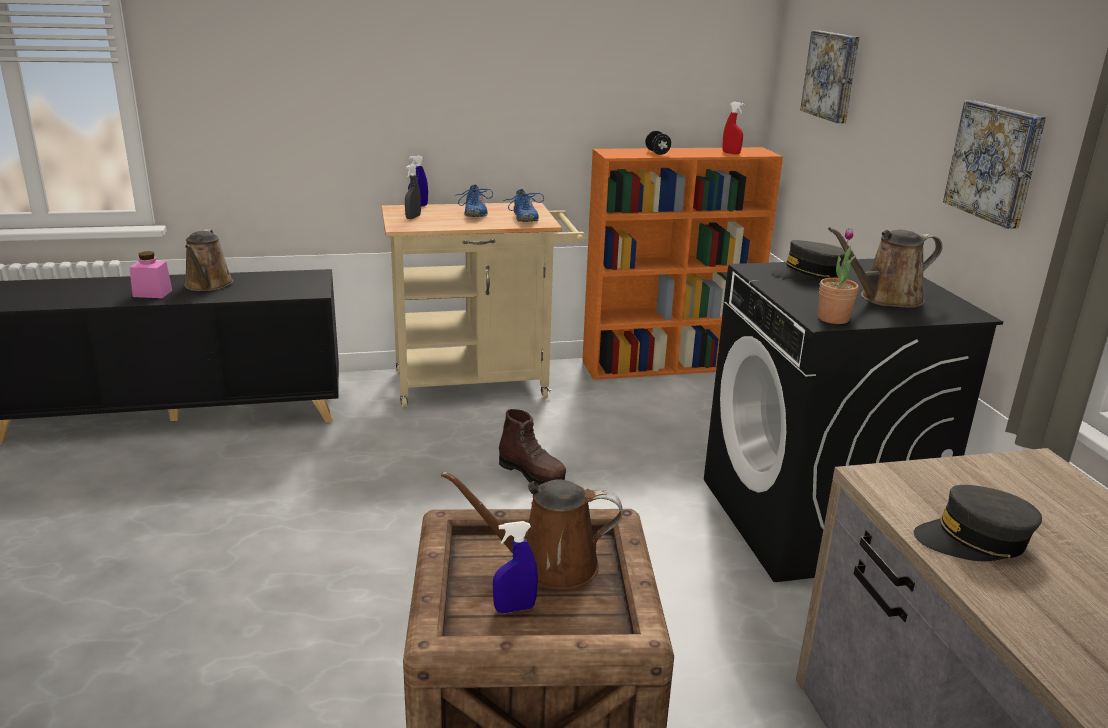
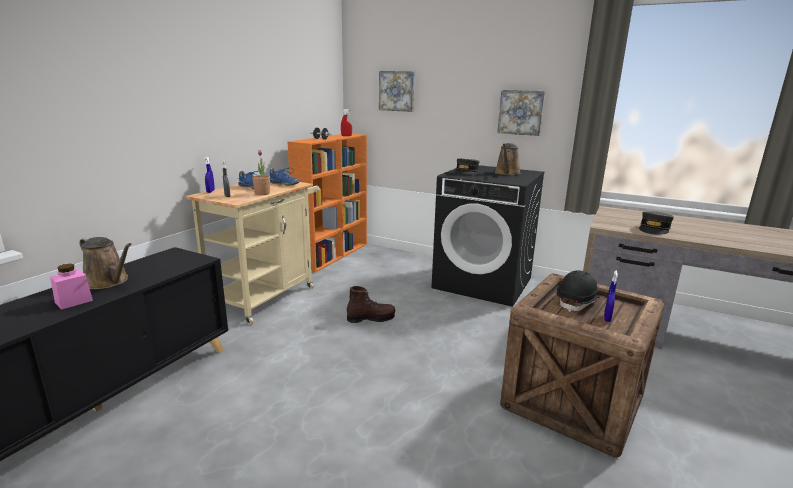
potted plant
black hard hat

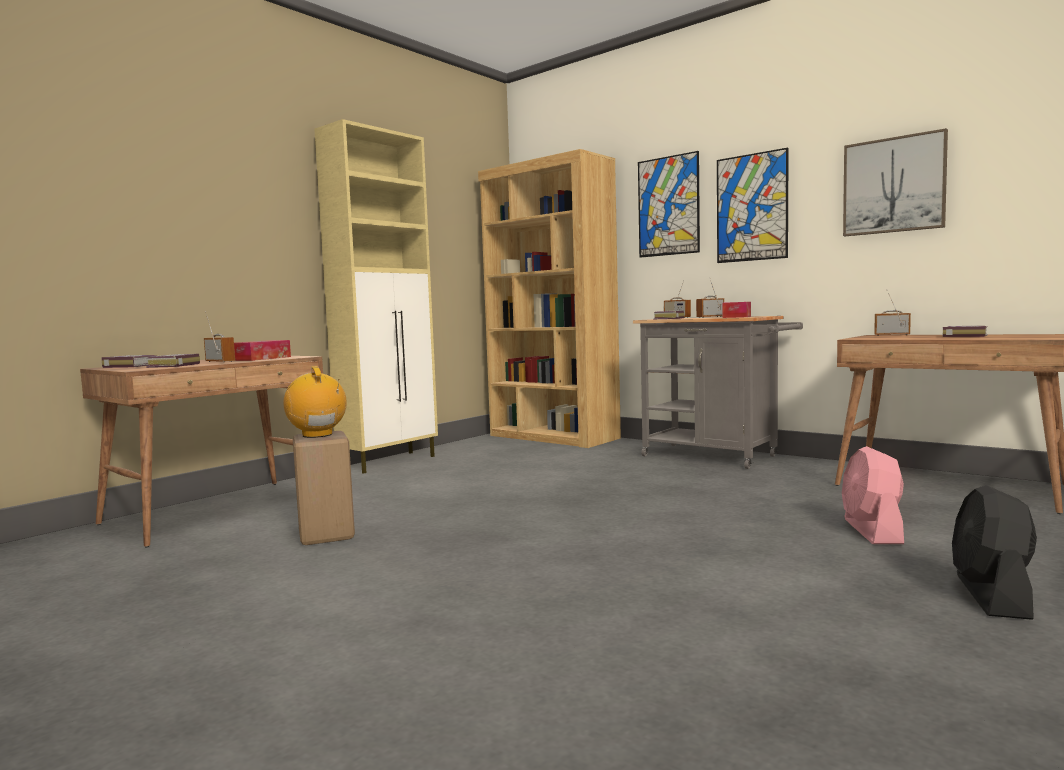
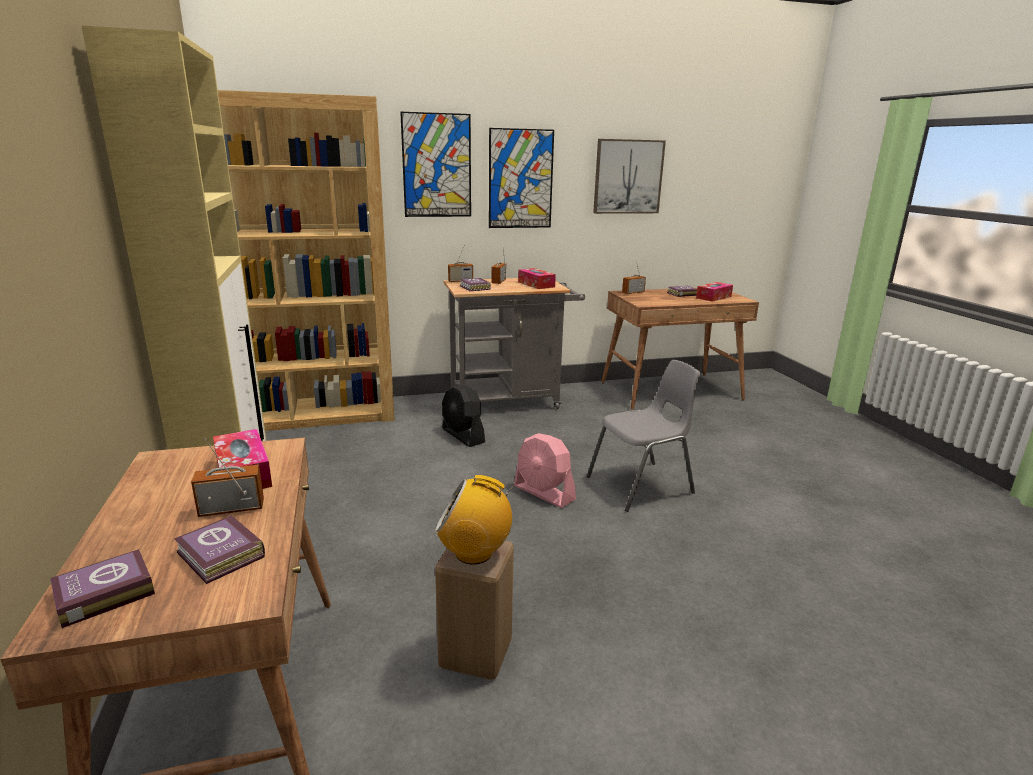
grey chair
tissue box (no. 3 from left)
pink fan
black fan

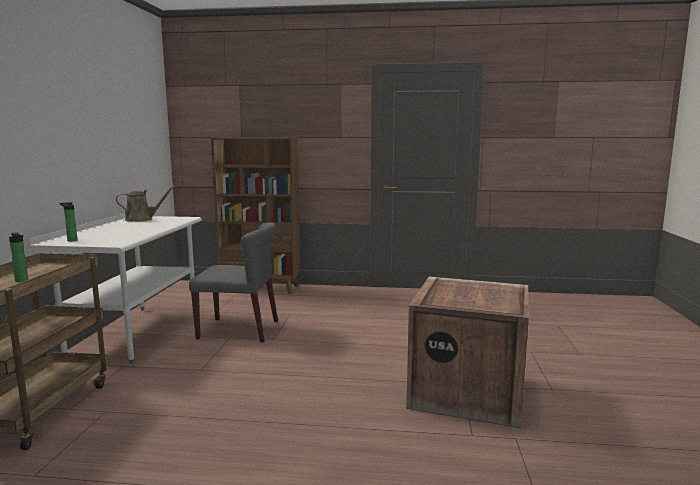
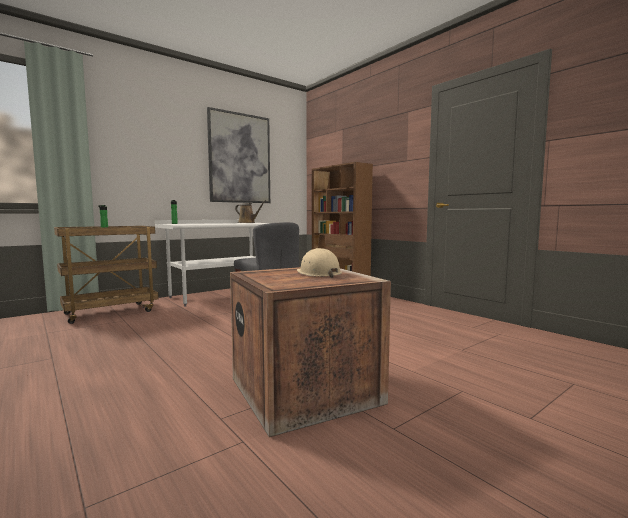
picture
beige hard hat

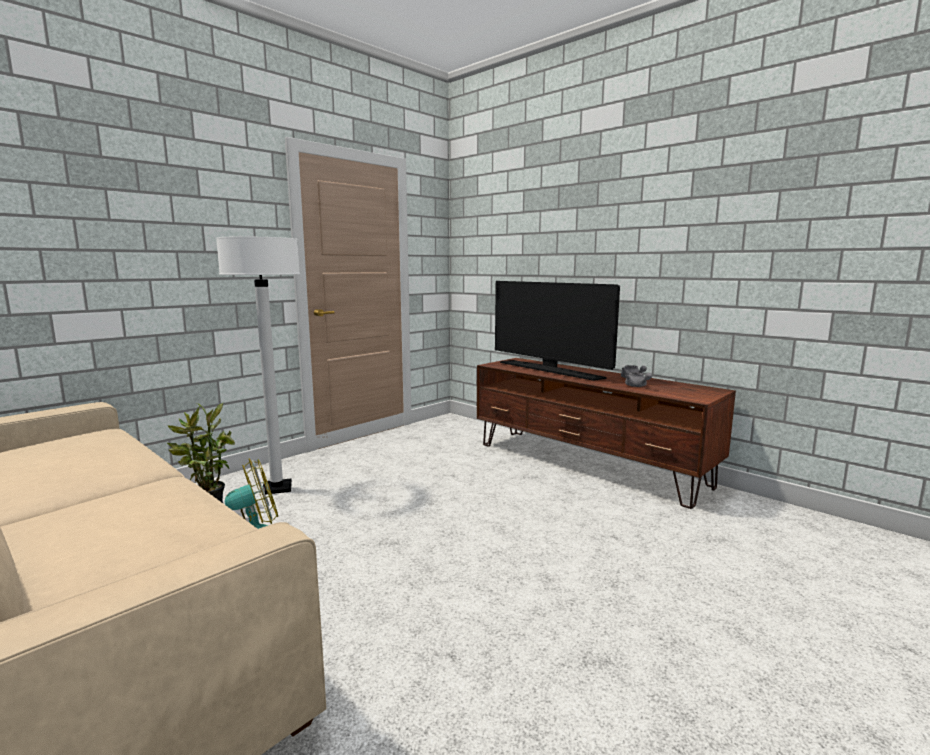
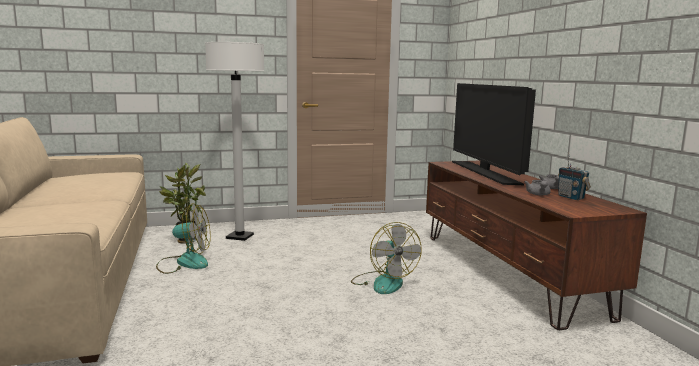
fan (no. 2 from left)
radio

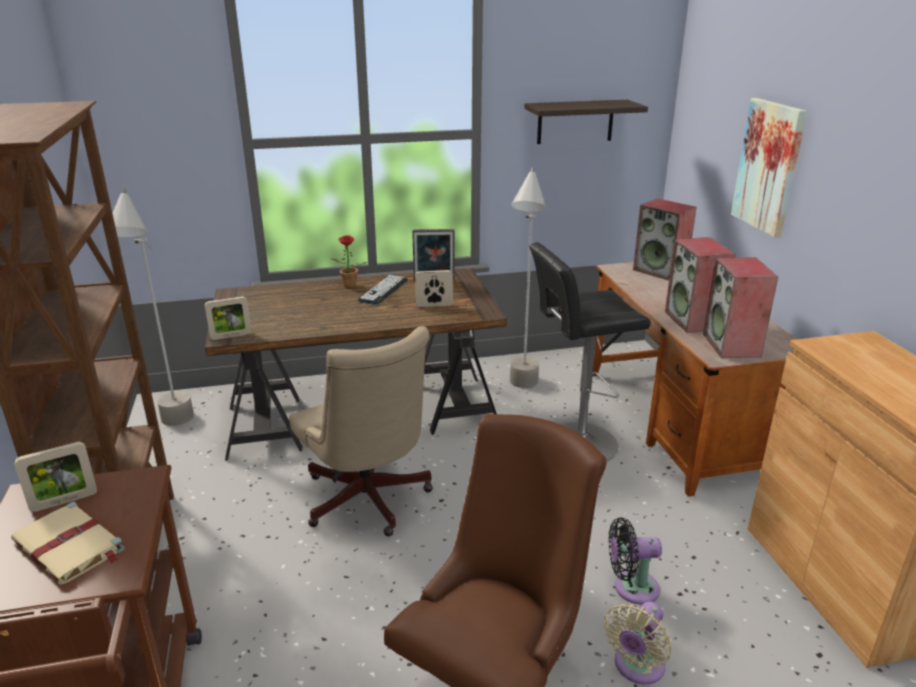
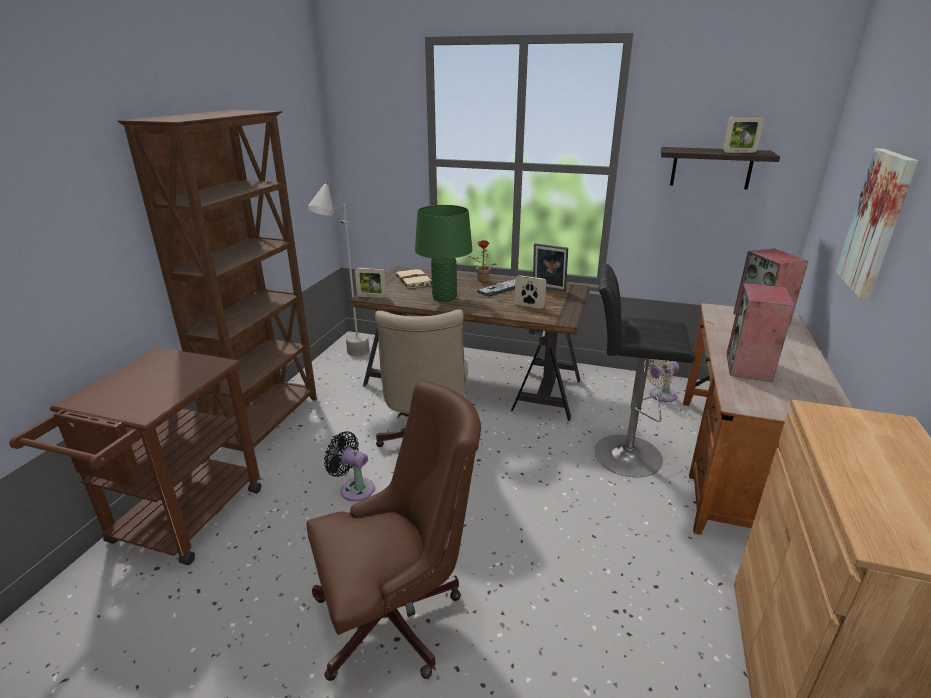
grey floor lamp (no. 2 from left in the first image)
speaker (no. 3 from left in the first image)
green table lamp
beige book
picture frame (no. 4 from left)
beige fan
black fan

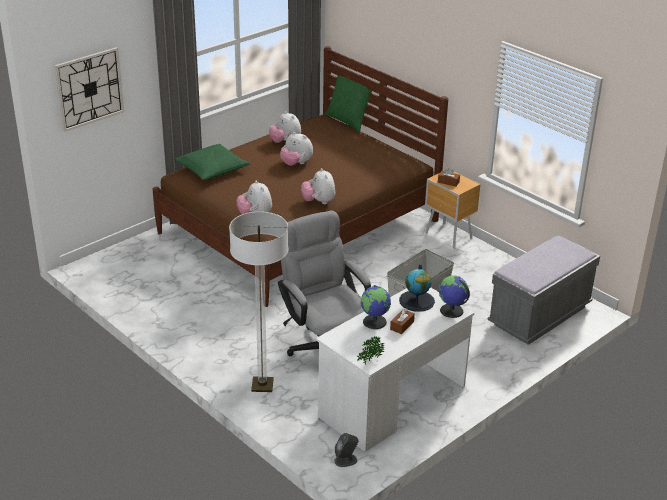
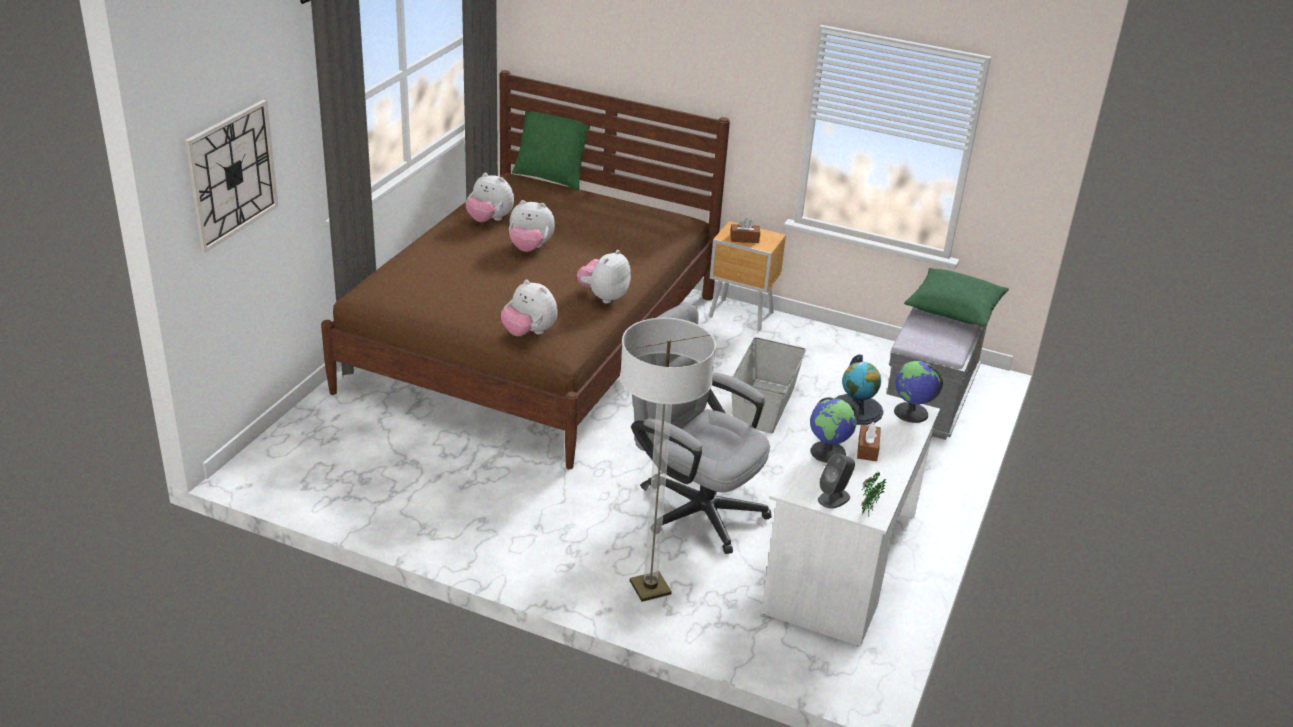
green pillow (no. 2 from left)
grey speaker
plush toy (no. 4 from left)

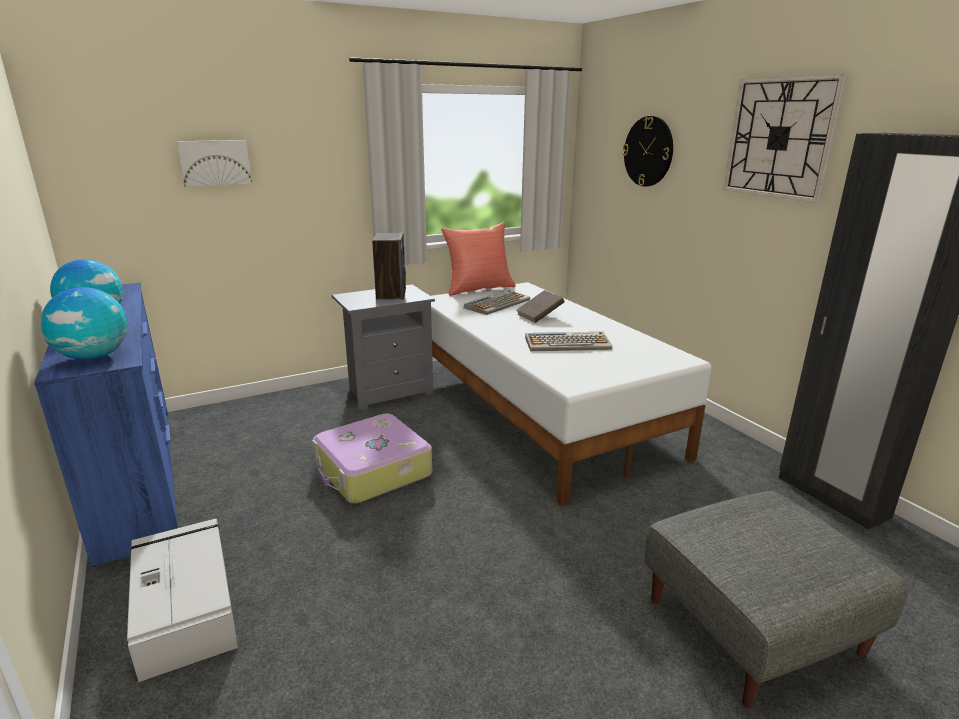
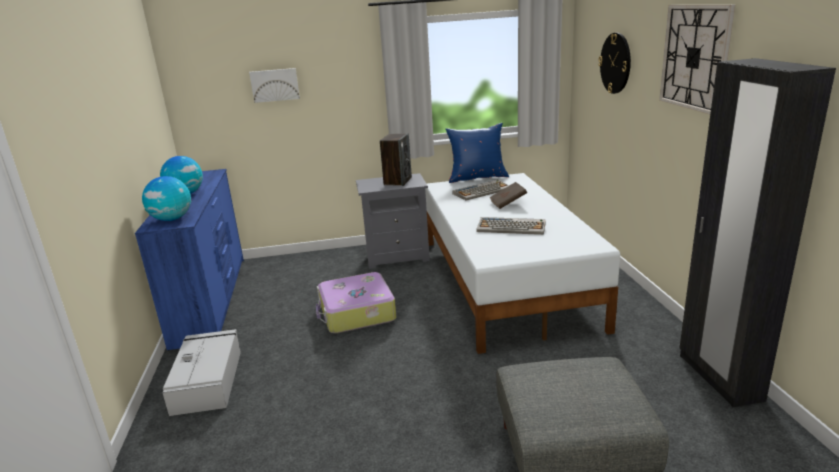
blue pillow

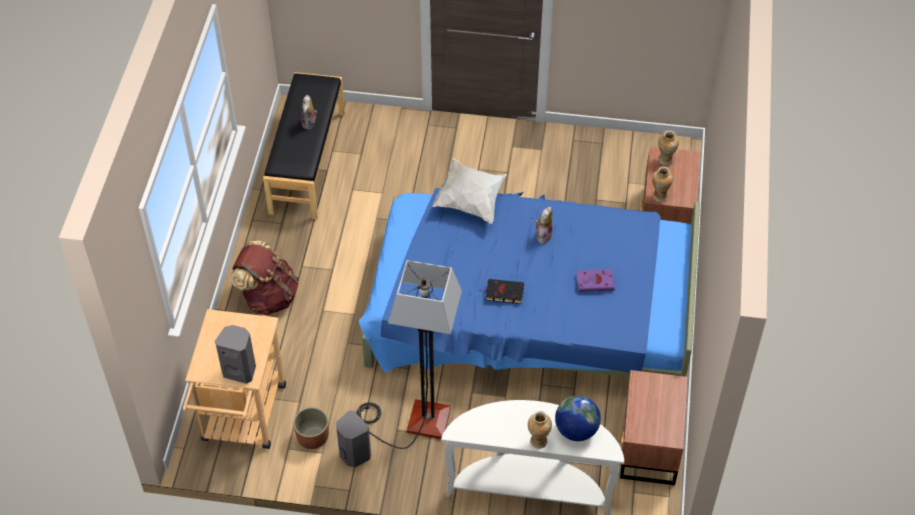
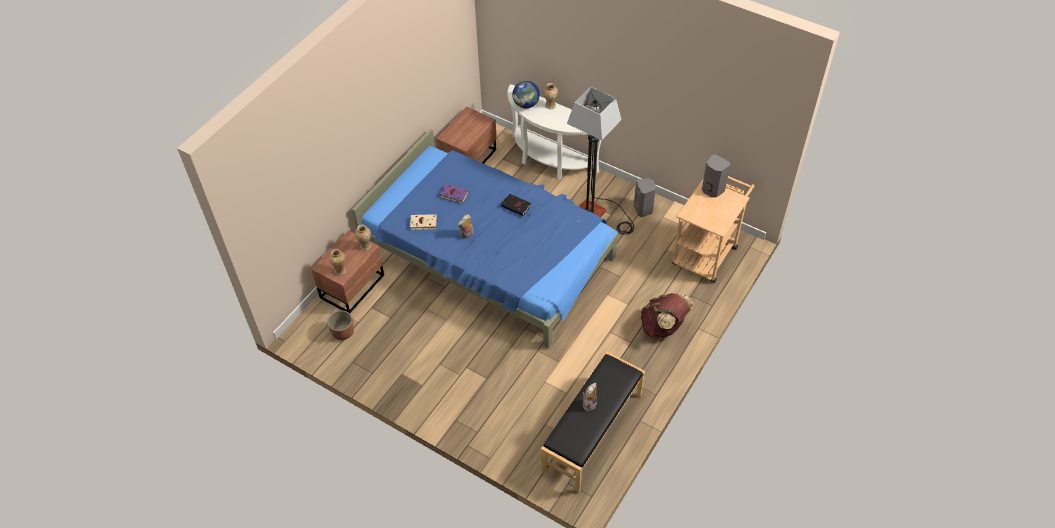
white pillow
beige book
planter

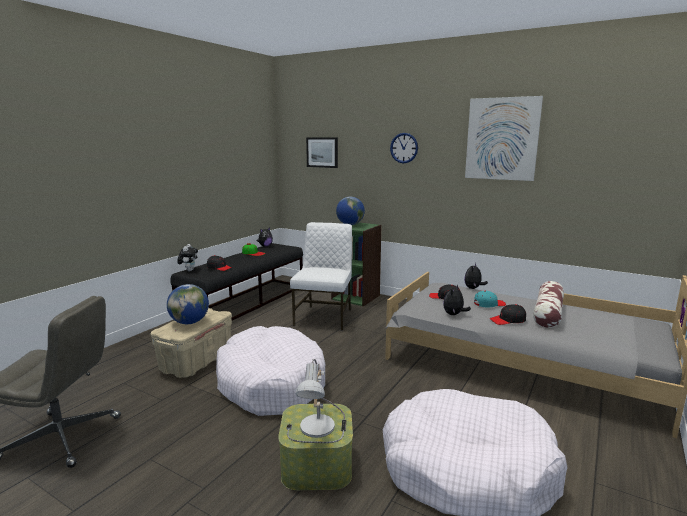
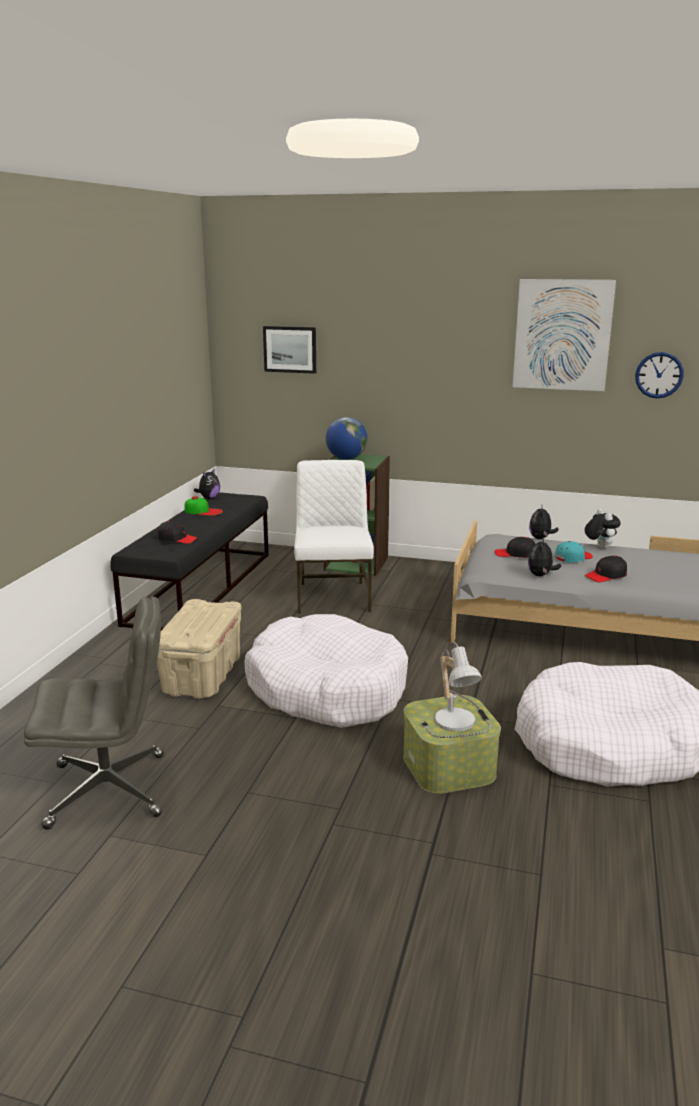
globe (no. 1 from left in the first image)
pillow
plush toy (no. 4 from left)
wall clock

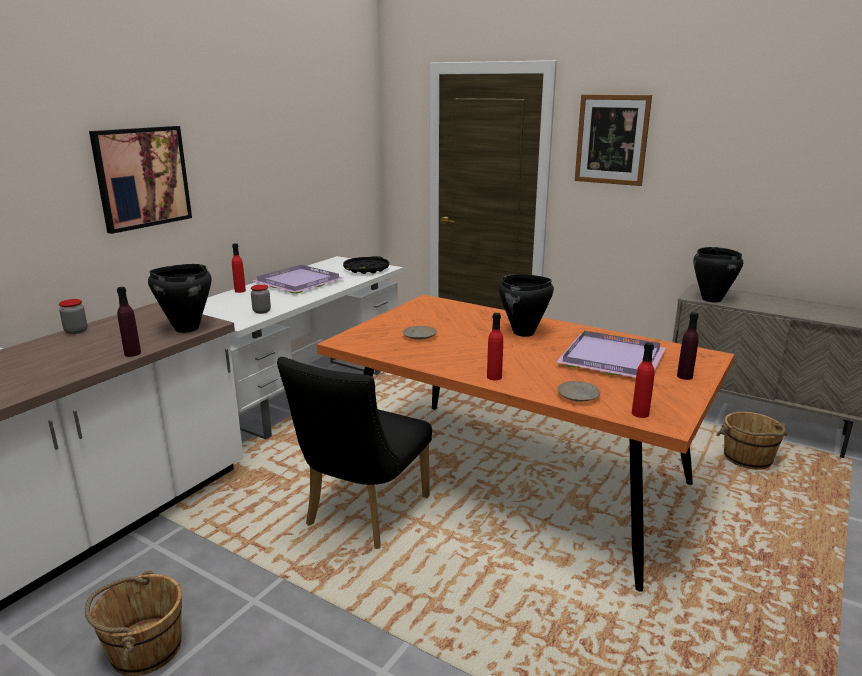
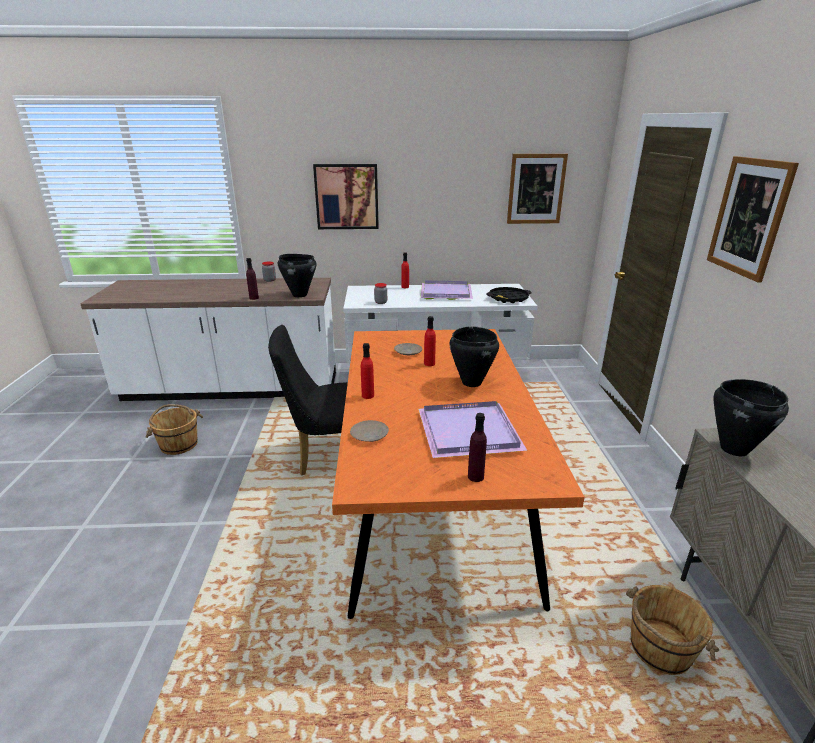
picture (no. 2 from left)
red bottle (no. 3 from left)

